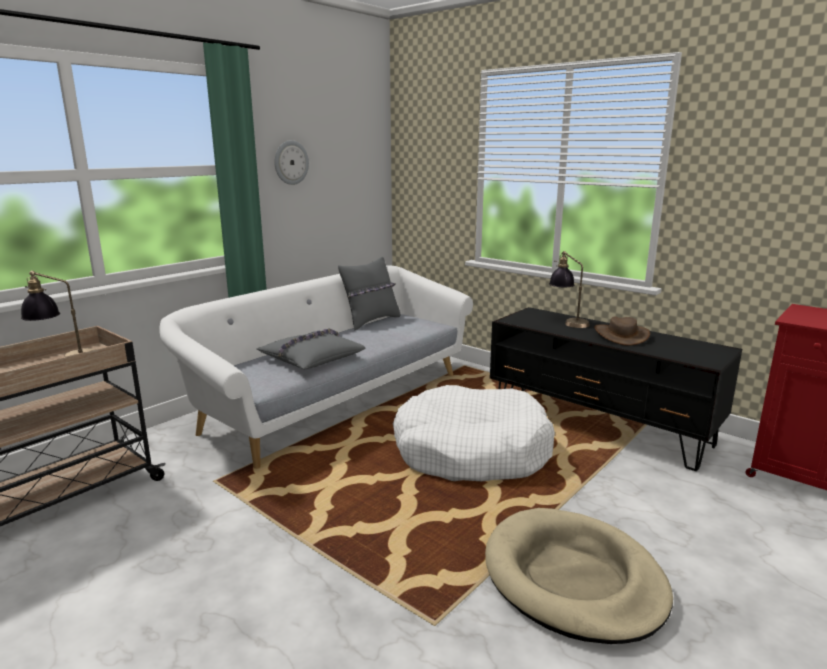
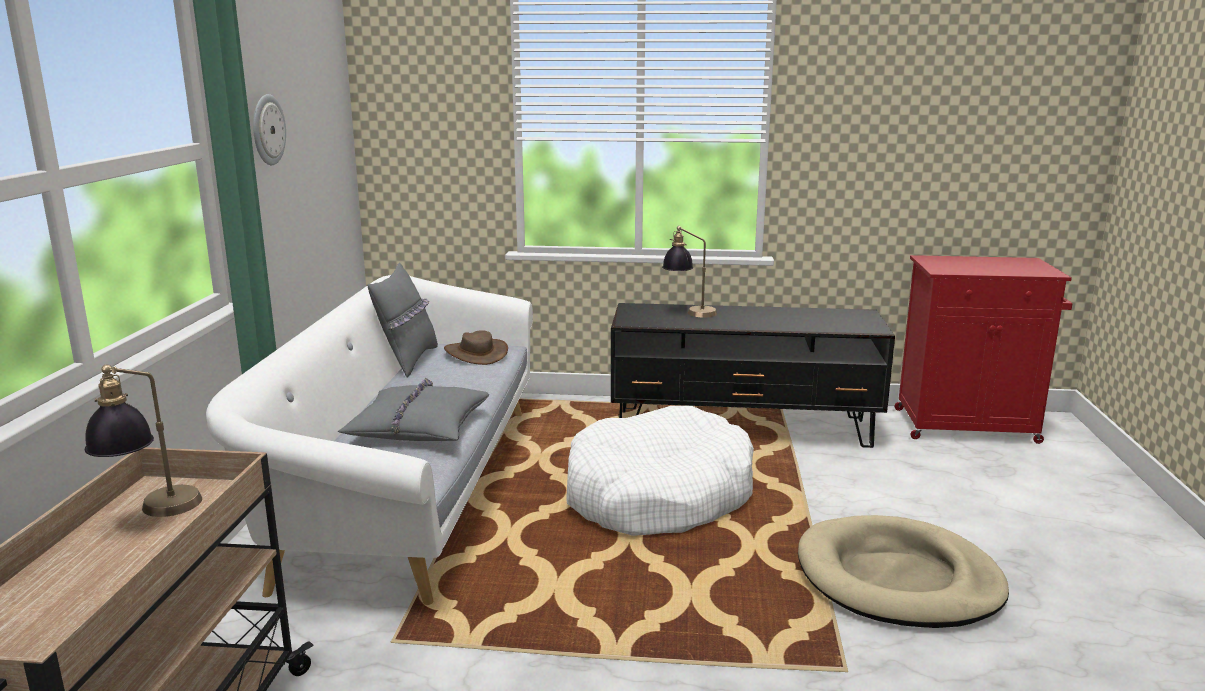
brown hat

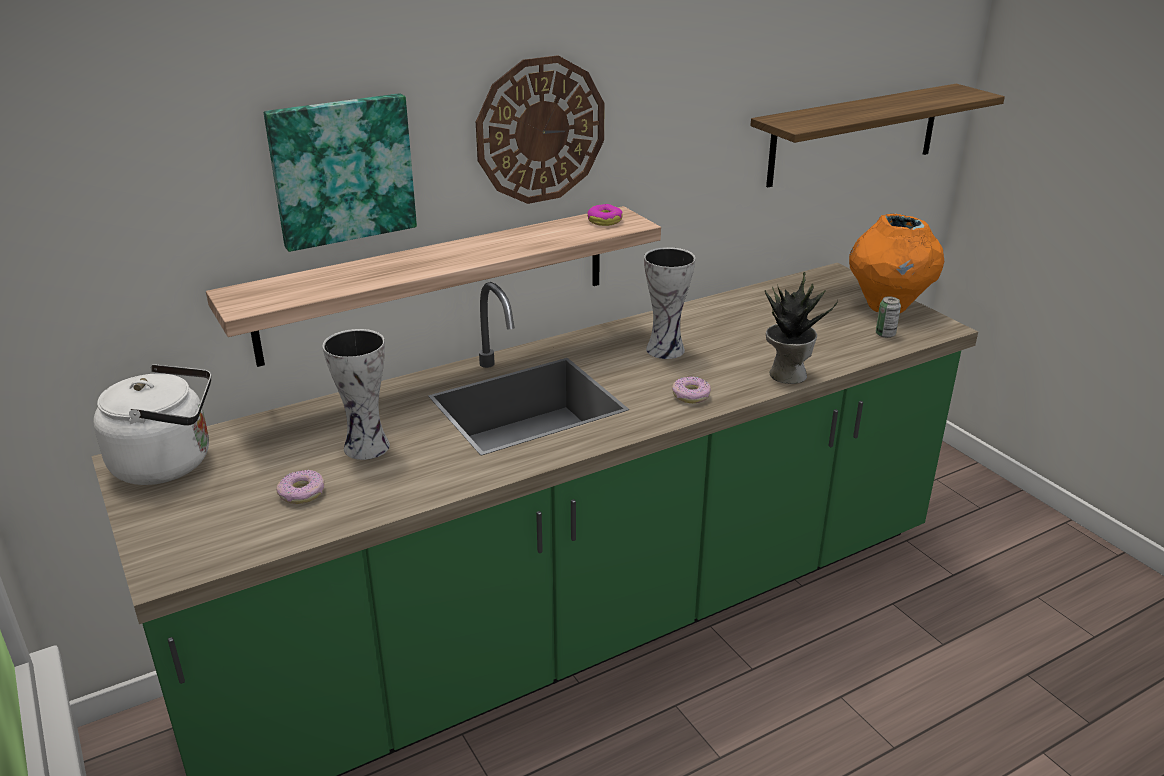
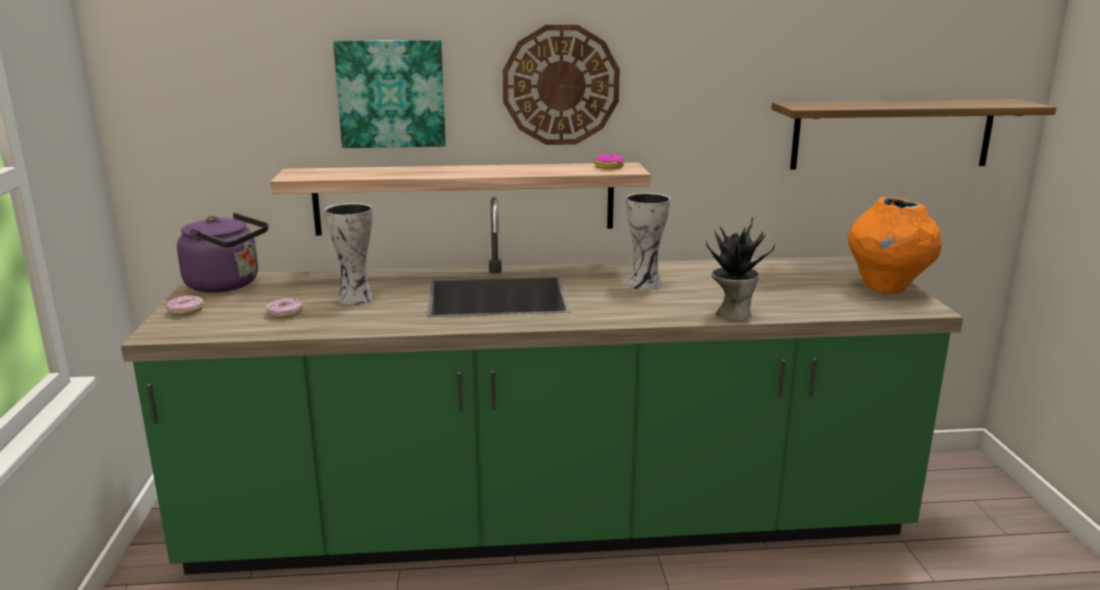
can
donut (no. 1 from left)
purple kettle

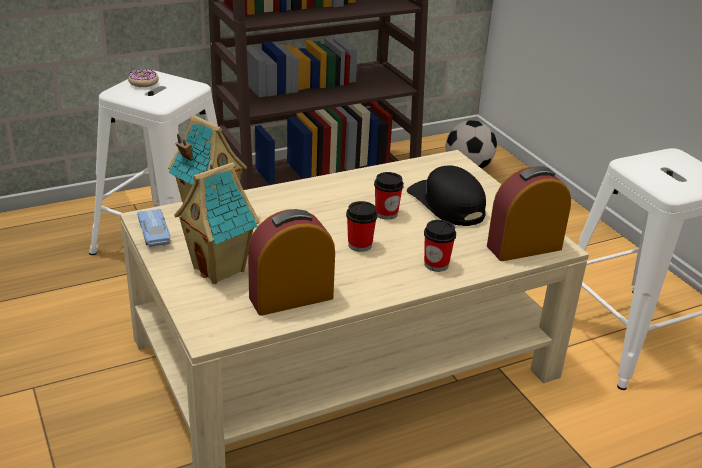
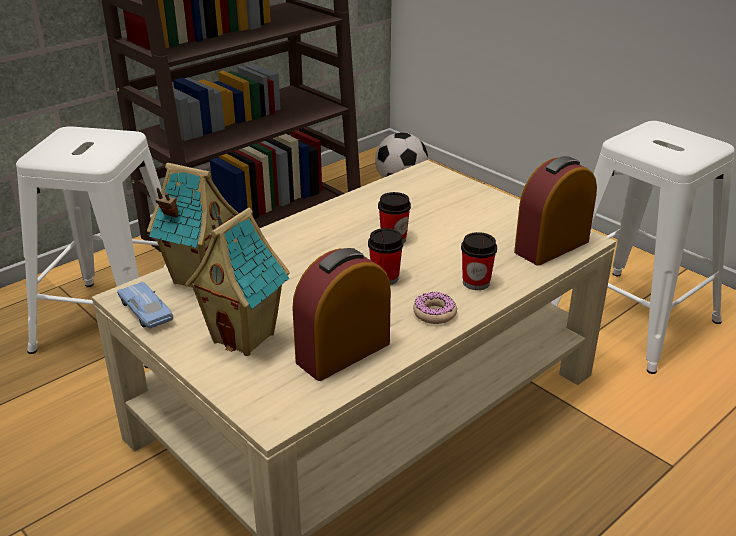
black cap
donut

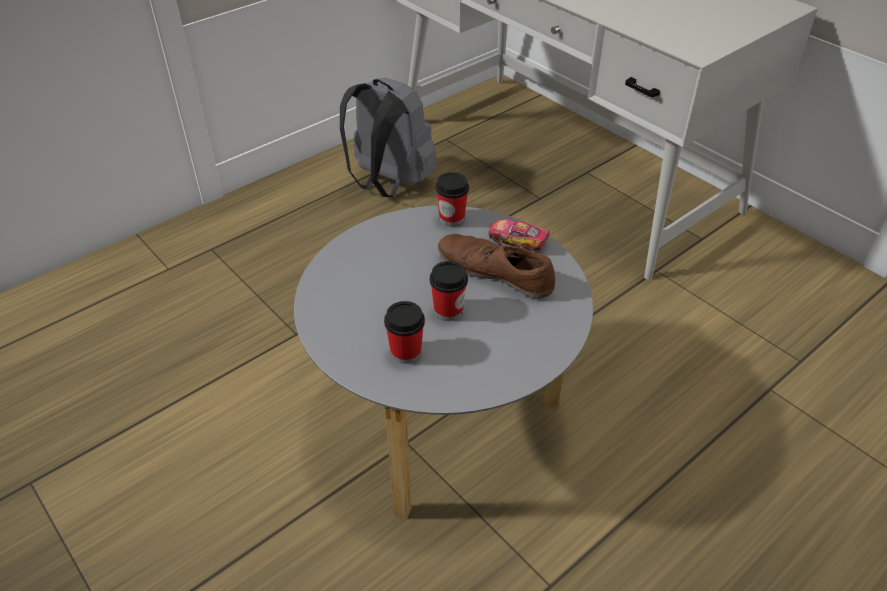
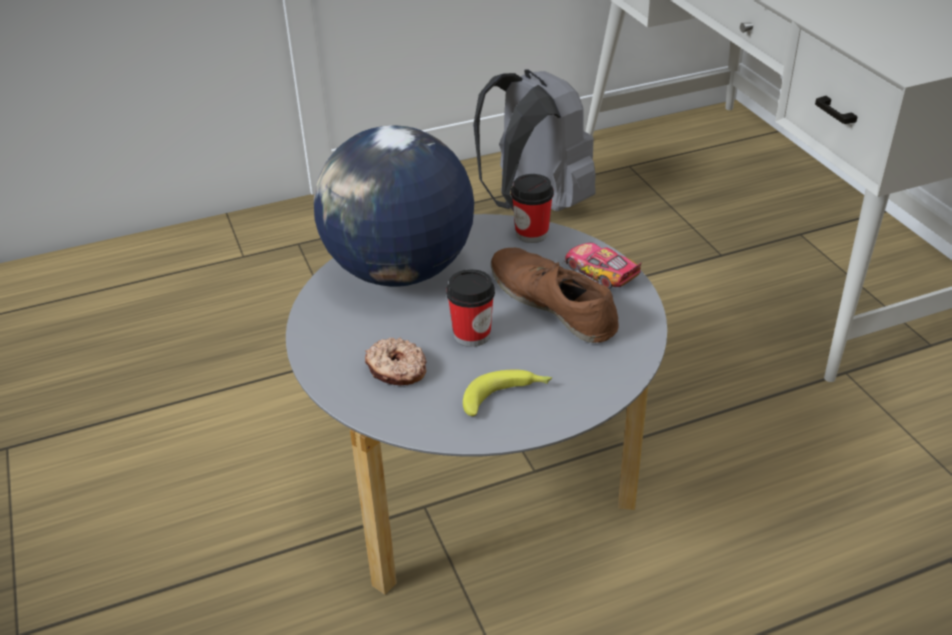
globe
banana
donut

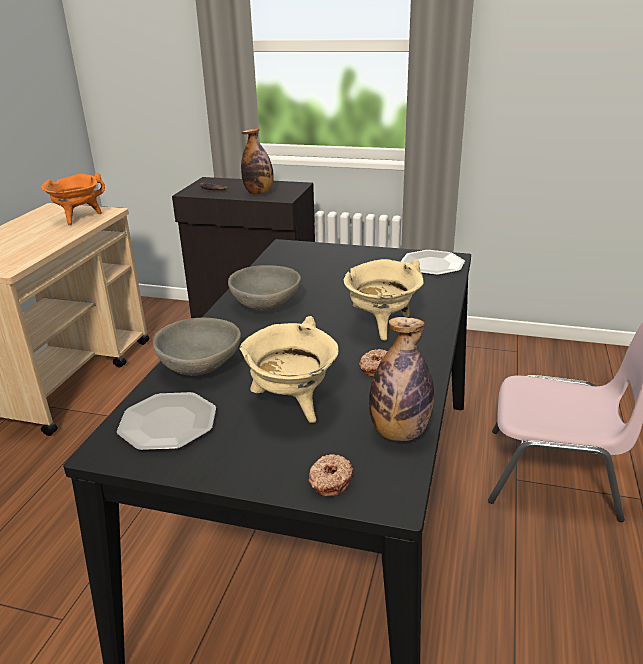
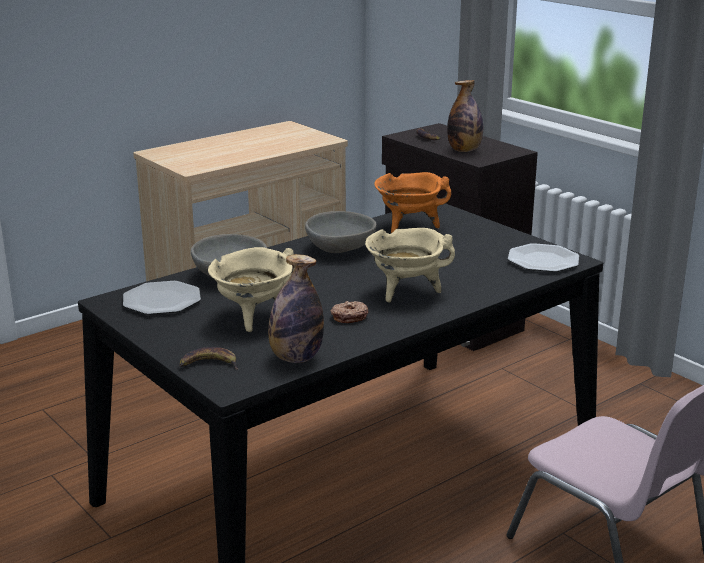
orange cooking pot
banana (no. 1 from left)

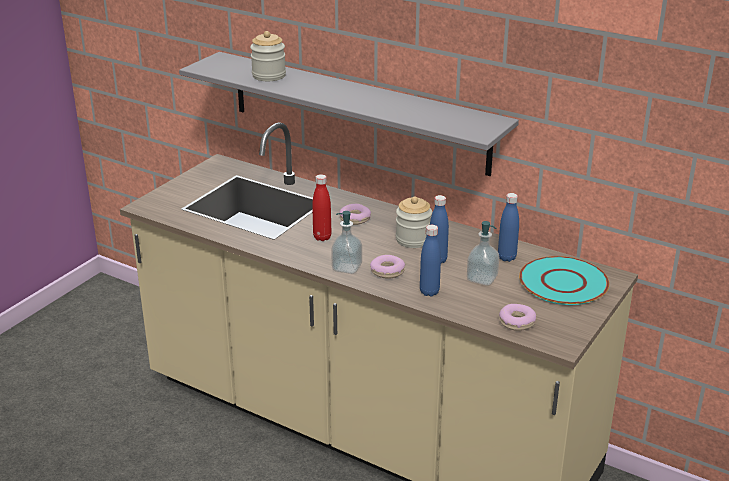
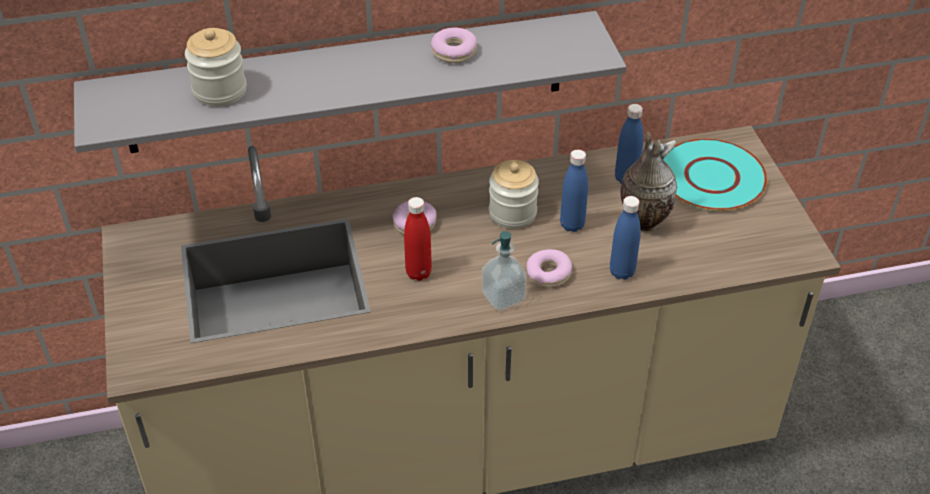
donut (no. 2 from left)
vase

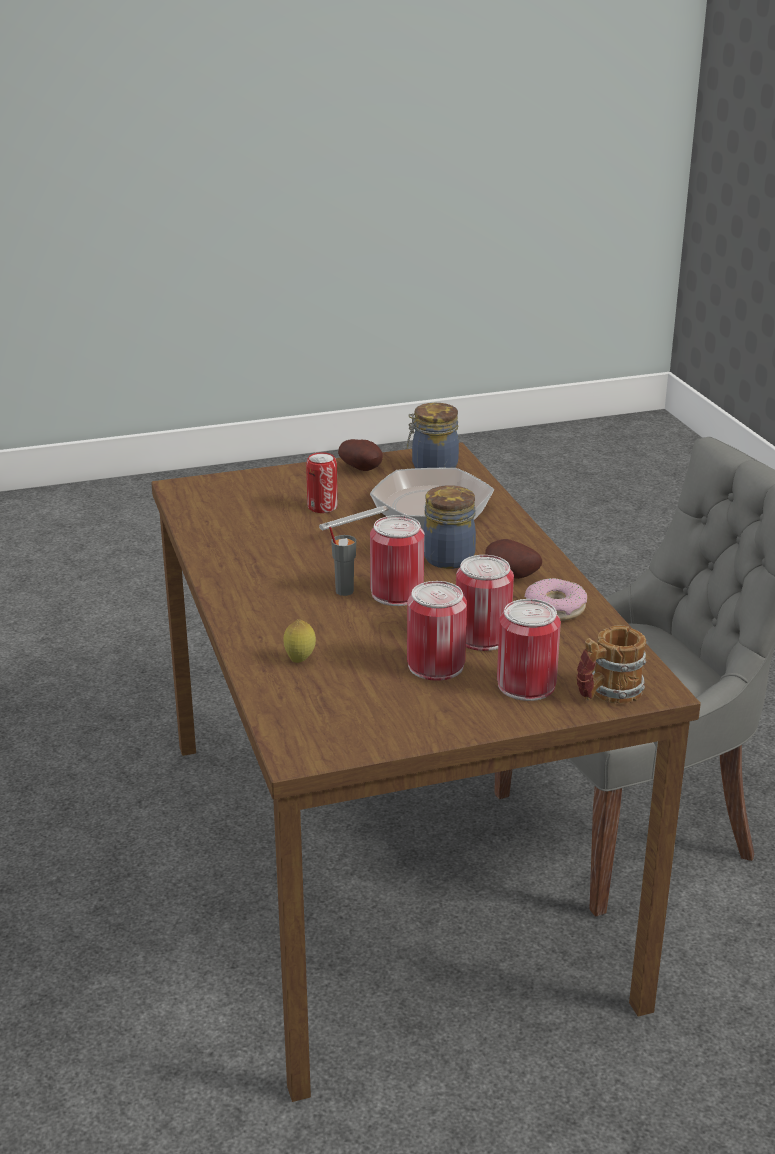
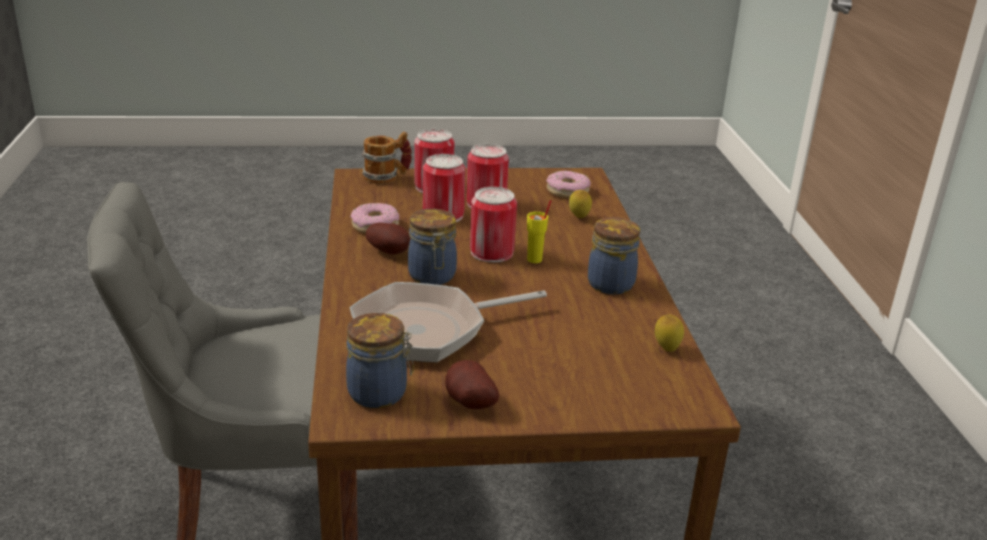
can (no. 1 from left in the first image)
donut (no. 2 from left)
jar (no. 3 from left)
lemon (no. 2 from left)
yellow cup

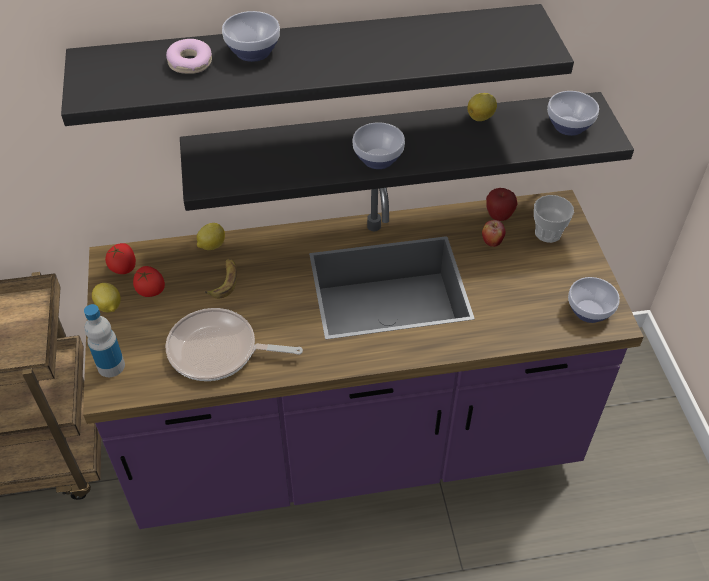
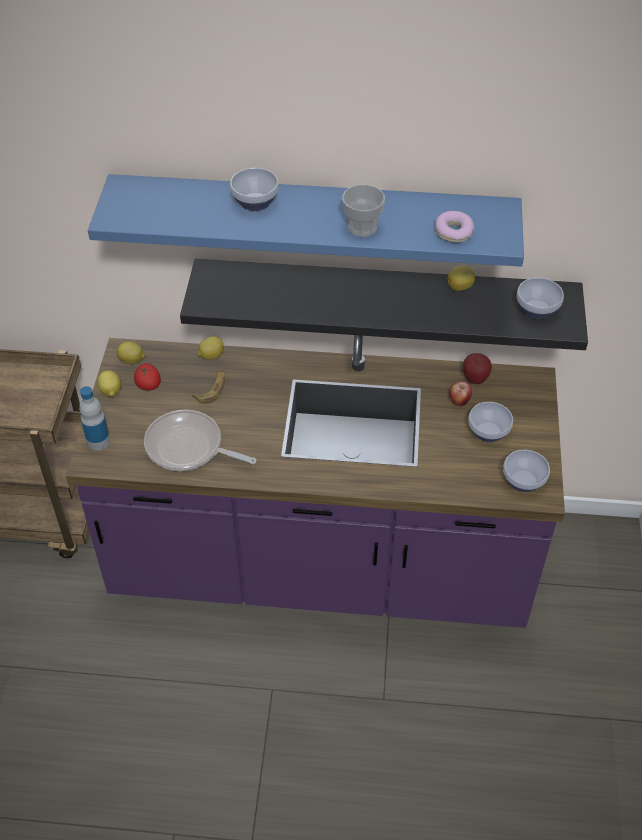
donut
bowl (no. 2 from left)
cup
lemon (no. 2 from left)
blue shelf

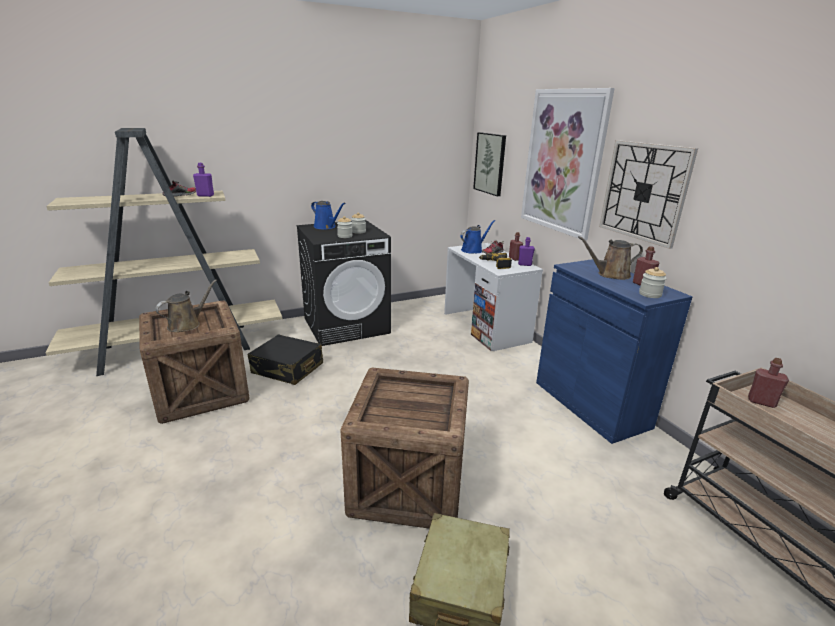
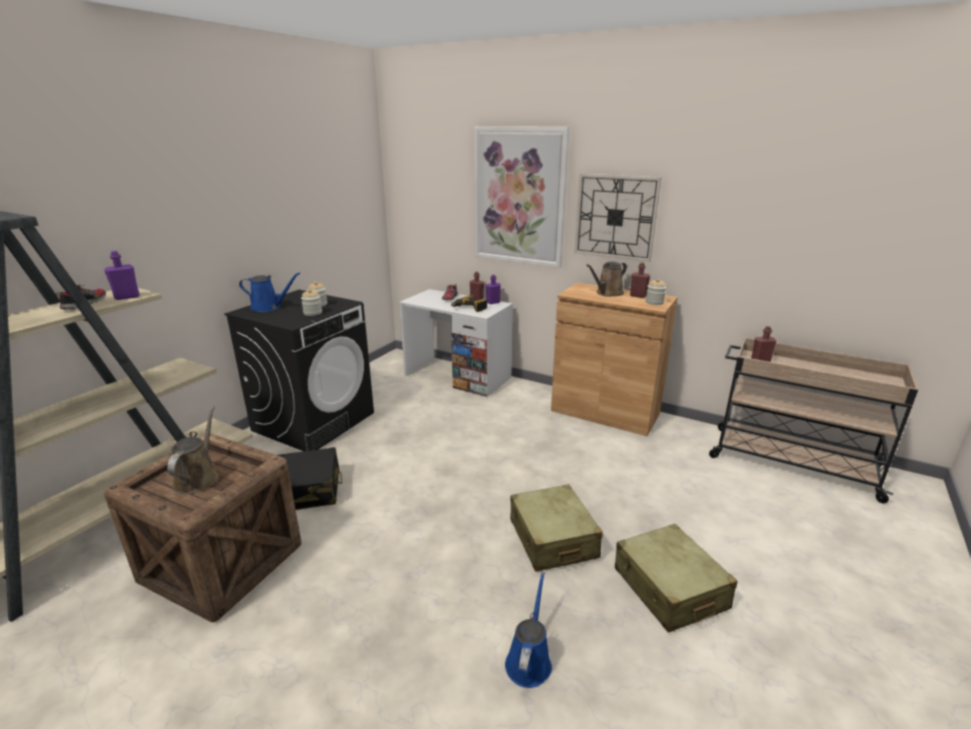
picture (no. 1 from left in the first image)
blue watering can (no. 2 from left)
beige suitcase (no. 1 from left)
brown cabinet

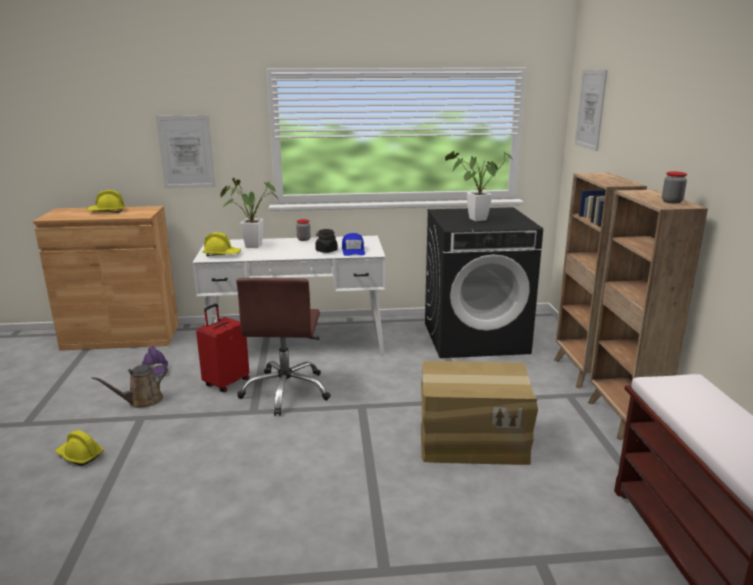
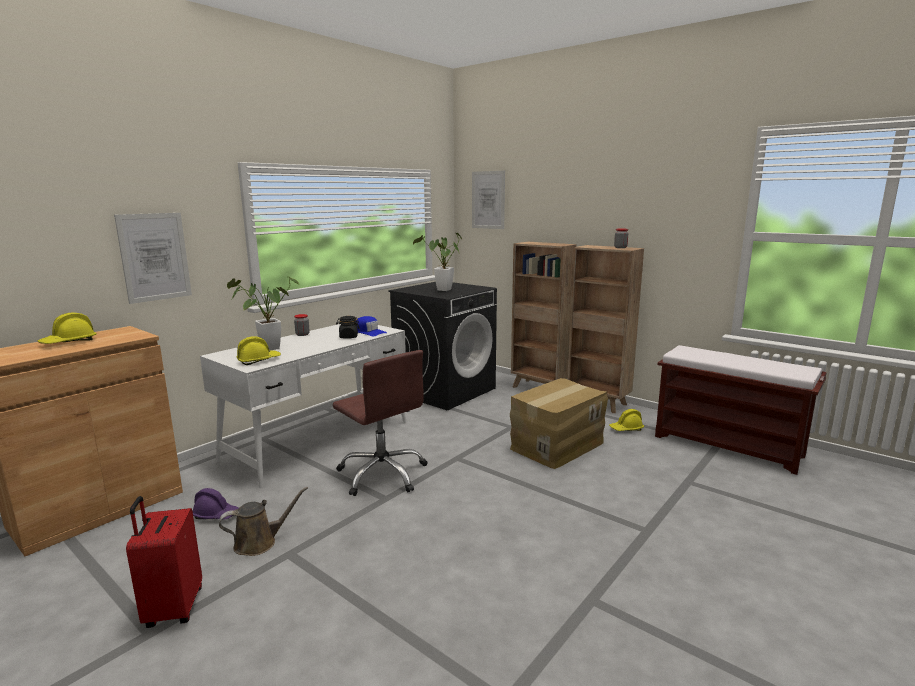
yellow hard hat (no. 3 from left)
red suitcase
brown watering can

